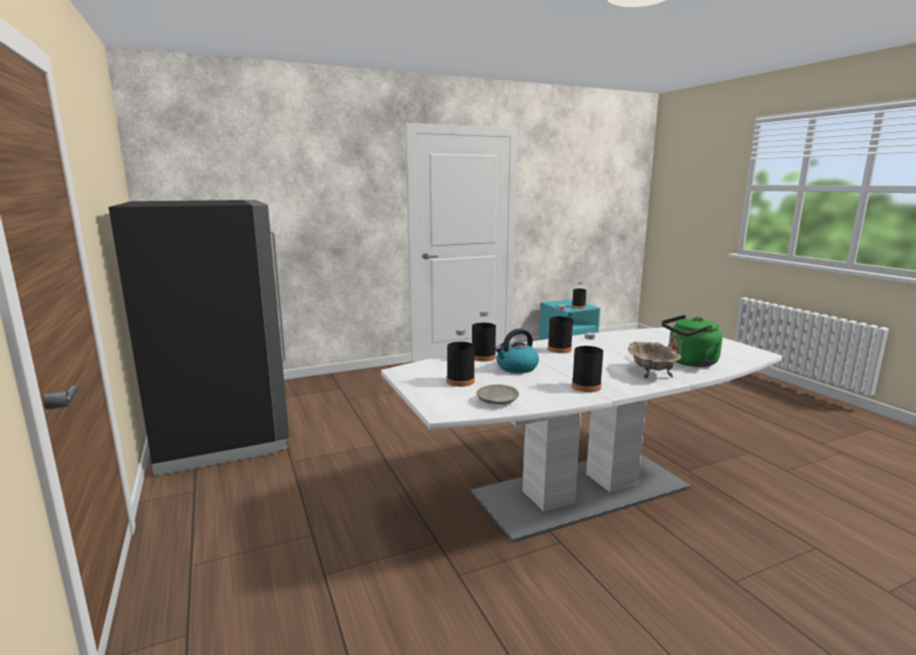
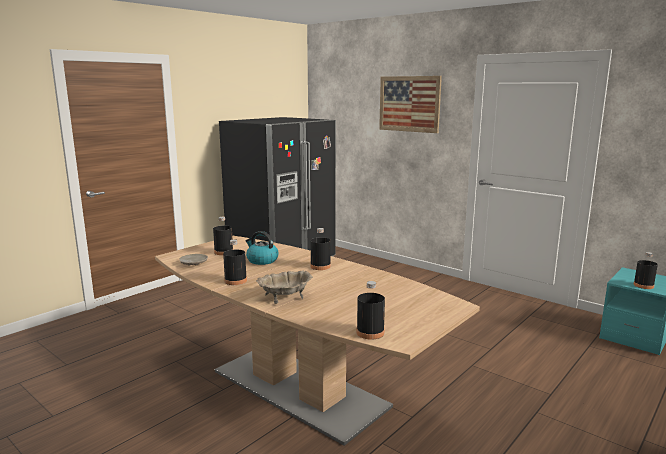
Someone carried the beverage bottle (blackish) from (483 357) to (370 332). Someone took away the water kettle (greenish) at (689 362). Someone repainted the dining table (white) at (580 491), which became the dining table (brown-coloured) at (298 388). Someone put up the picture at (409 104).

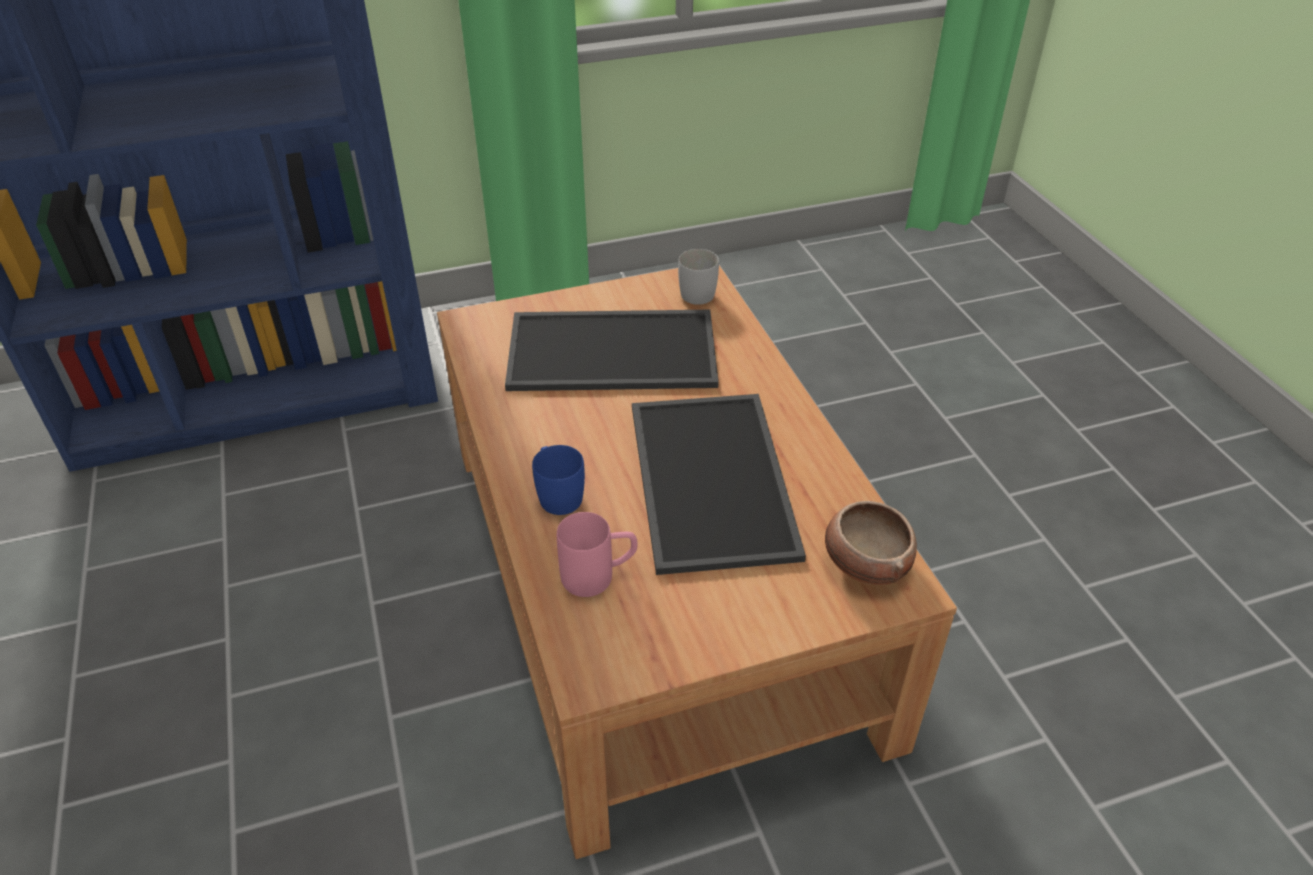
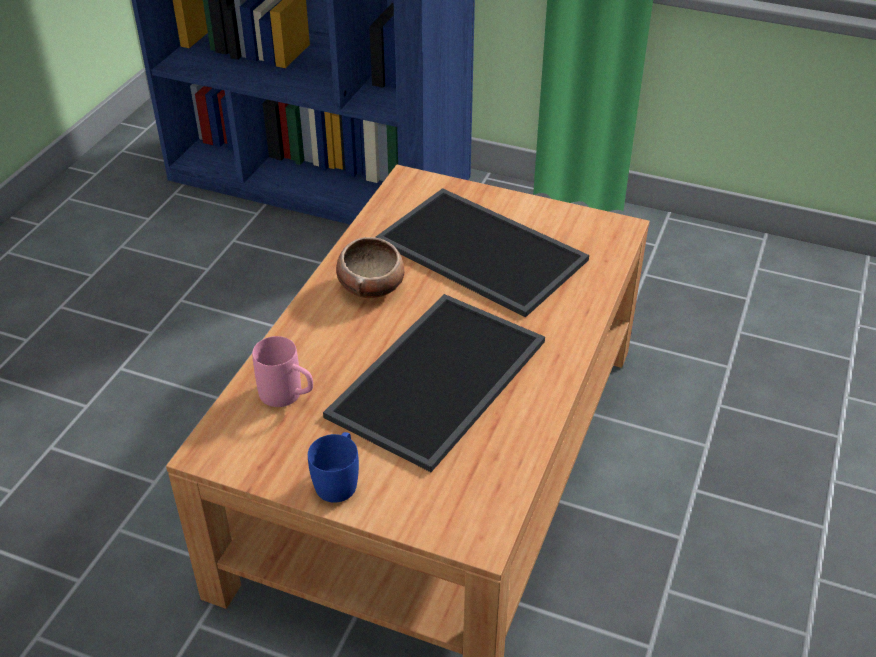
Someone took away the tea mug (white) at (695 291). Someone carried the tea mug (bluish) from (557 494) to (339 479). Someone carried the serving bowl from (865 562) to (371 285).

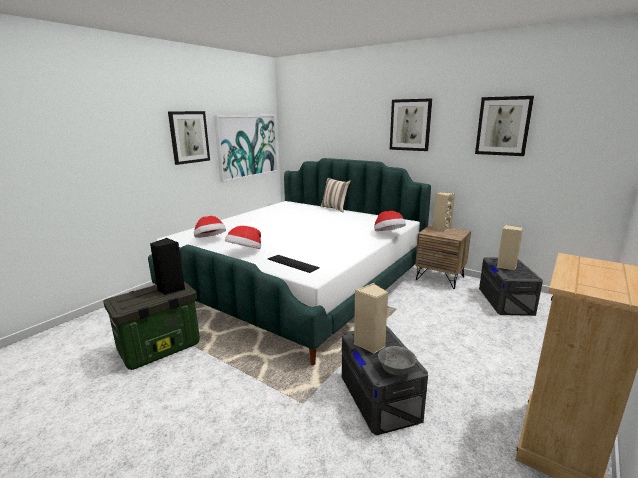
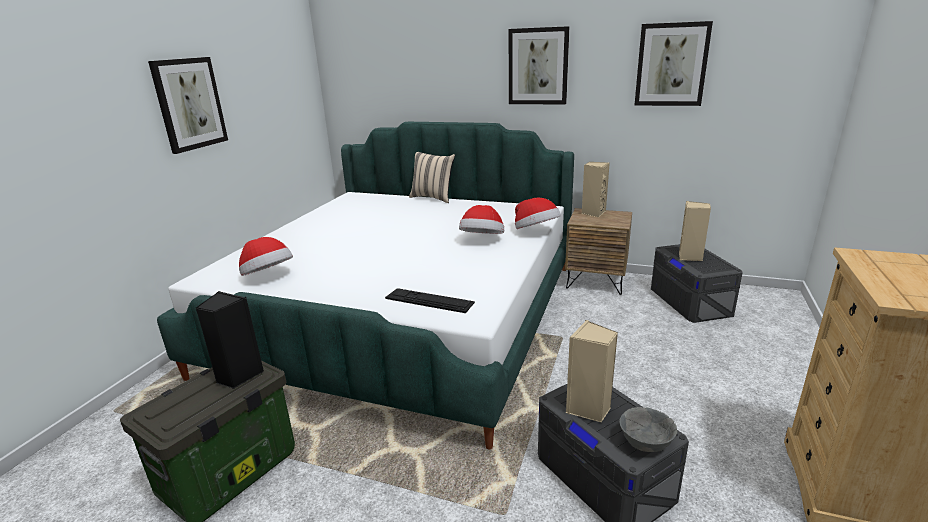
Someone took away the picture at (248 146). Someone carried the hat from (245 252) to (482 240).

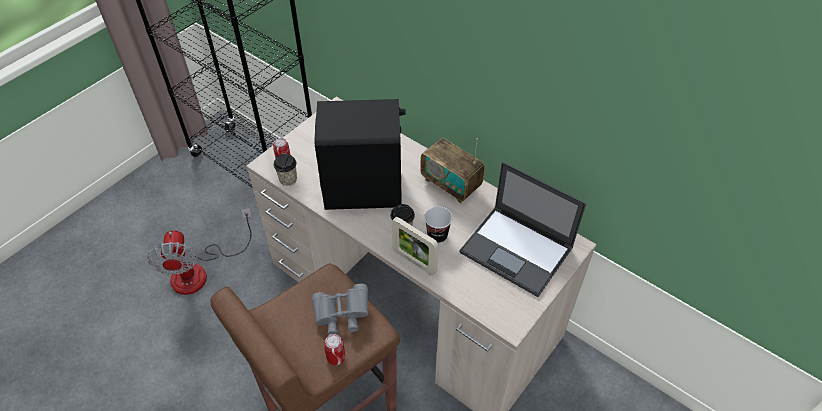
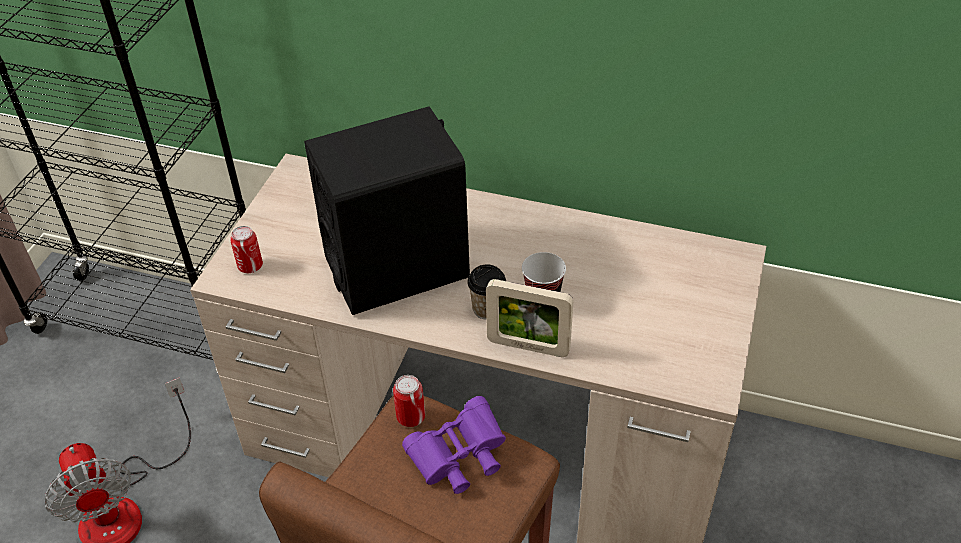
Someone took away the radio receiver at (451 184). Someone took away the drinking cup at (288 179). Someone took away the laptop at (517 250). Someone repainted the field glasses (grey) at (341 315), which became the field glasses (purple-coloured) at (459 459). Someone carried the sealed can from (336 357) to (411 417).

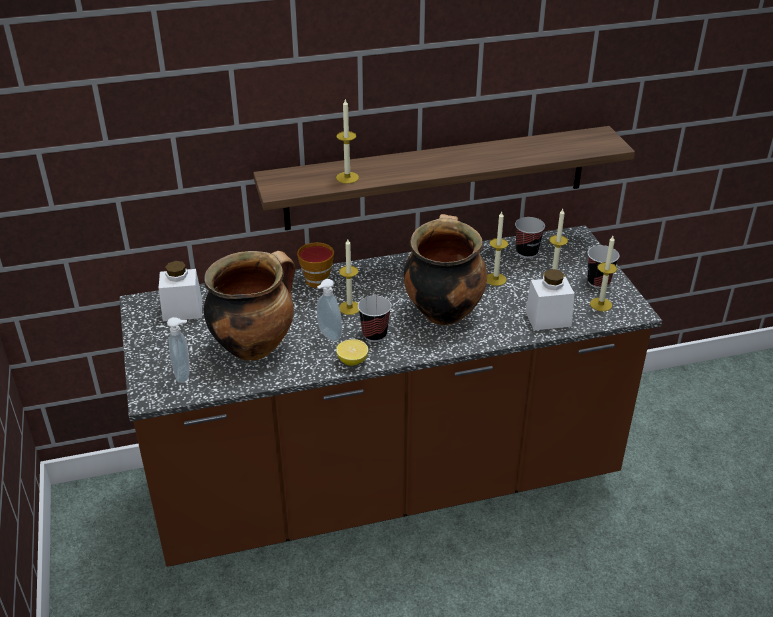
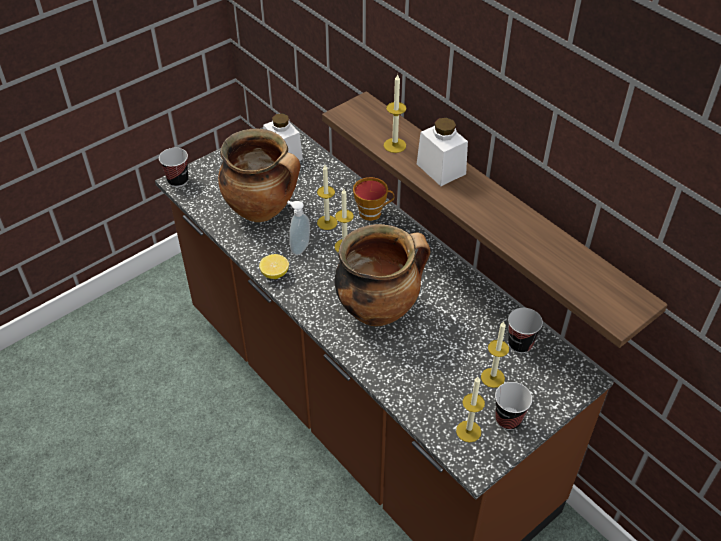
Someone carried the candle from (495 279) to (327 222). Someone carried the storage jar (white) from (548 319) to (441 169). Someone carried the drinking cup from (374 334) to (178 180). Someone took away the soap dispenser at (184 375).

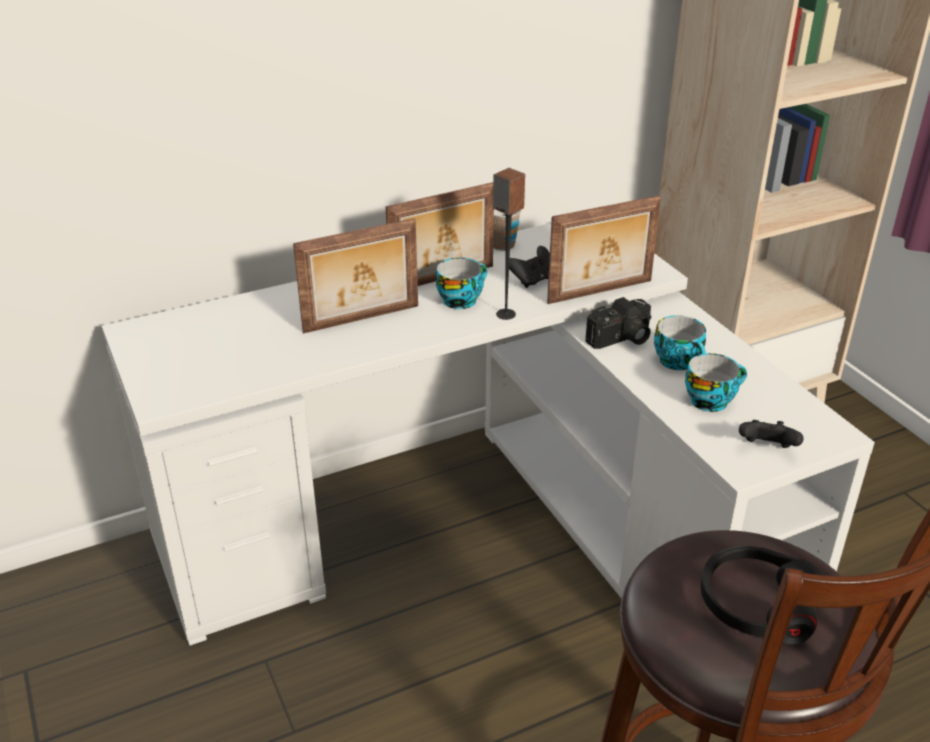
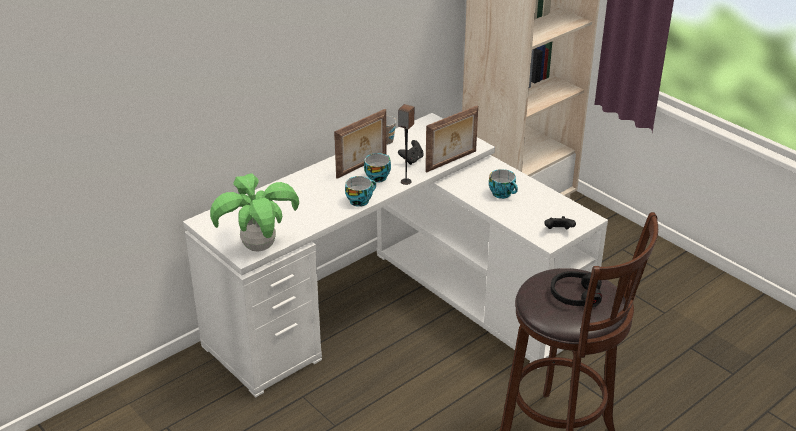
Someone took away the picture frame at (362 320). Someone took away the still camera at (621 339). Someone carried the drinking cup from (710 400) to (360 200). Someone put down the potted plant at (259 247).

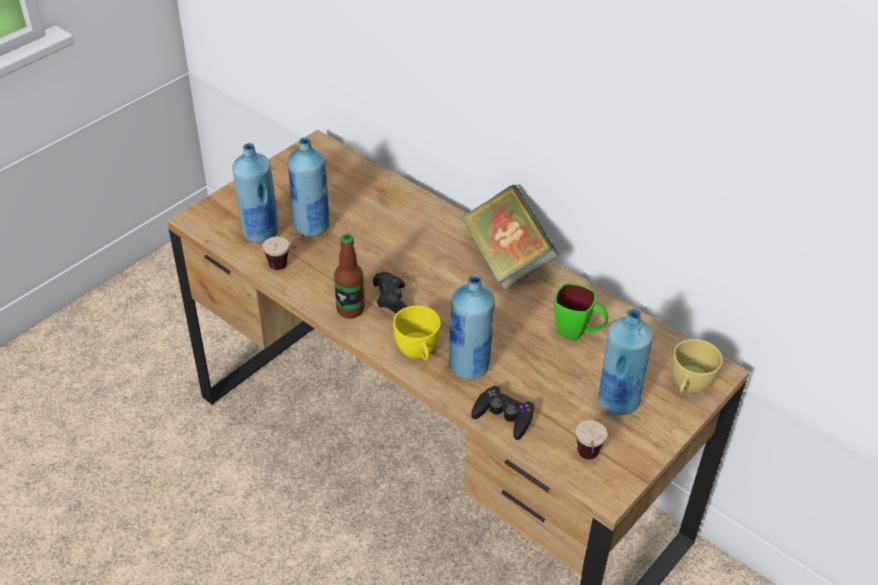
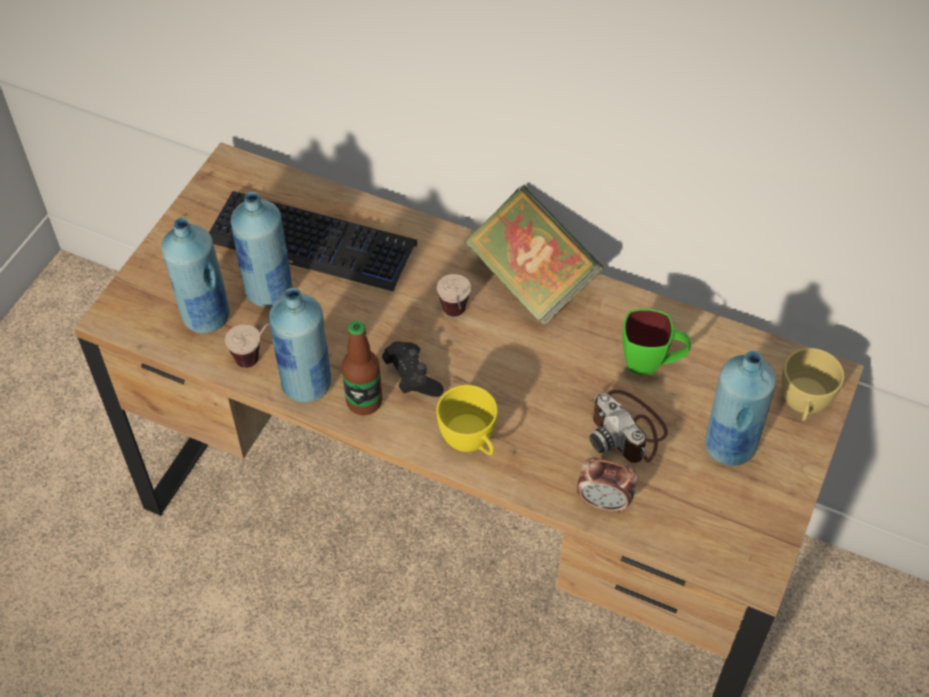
Someone carried the beverage bottle (bluish) from (469 367) to (307 385). Someone swapped the gamepad (blackish) at (504 416) for the bedside clock at (604 502). Someone carried the drinking cup from (587 461) to (456 319). Someone put down the keyboard at (312 243). Someone put down the still camera at (627 430).

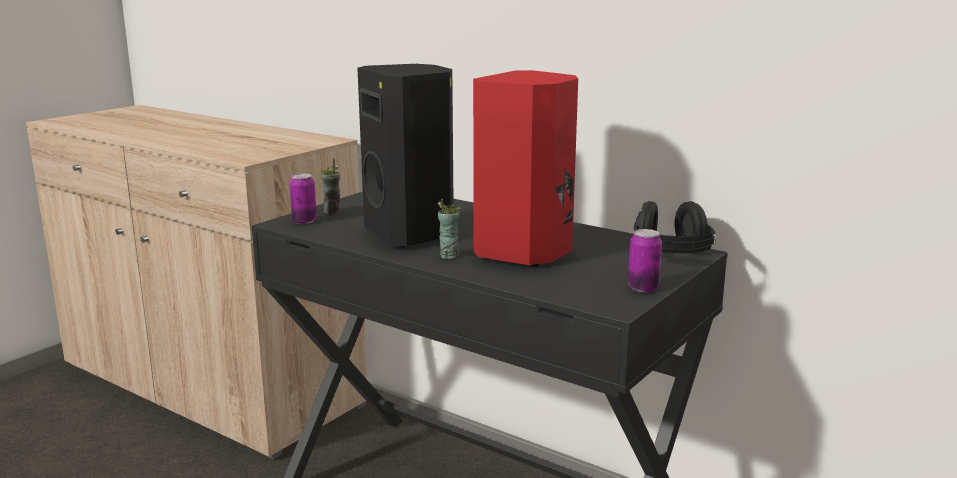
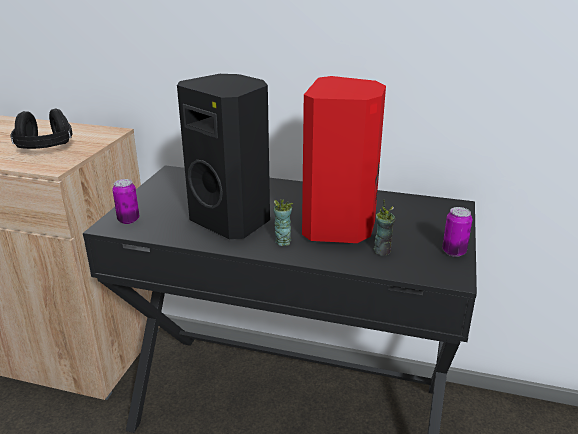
Someone carried the drinking cup from (332 211) to (382 251). Someone carried the headphones (blackish) from (671 256) to (46 149).

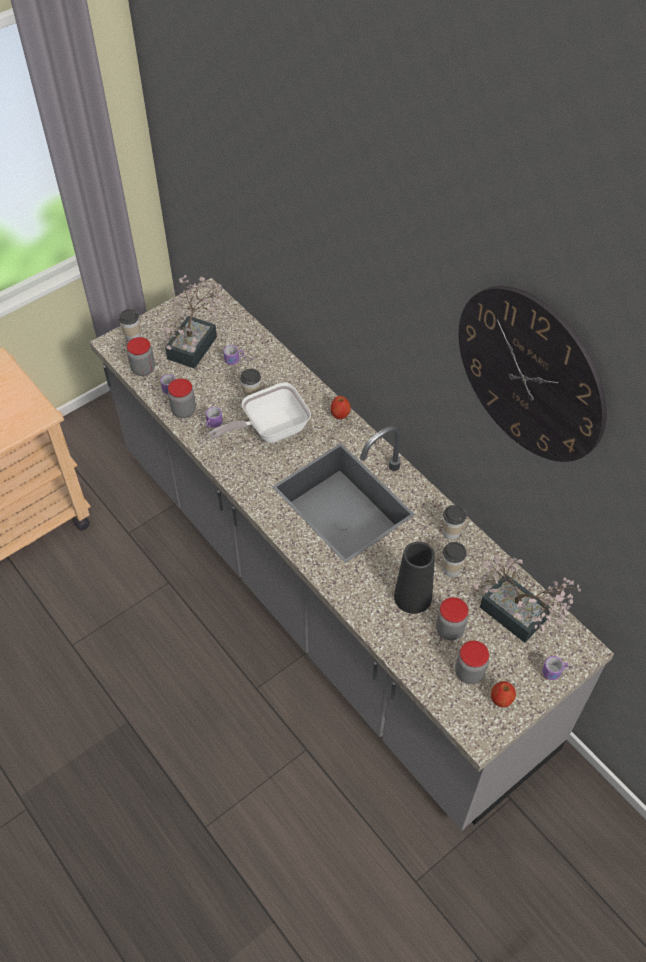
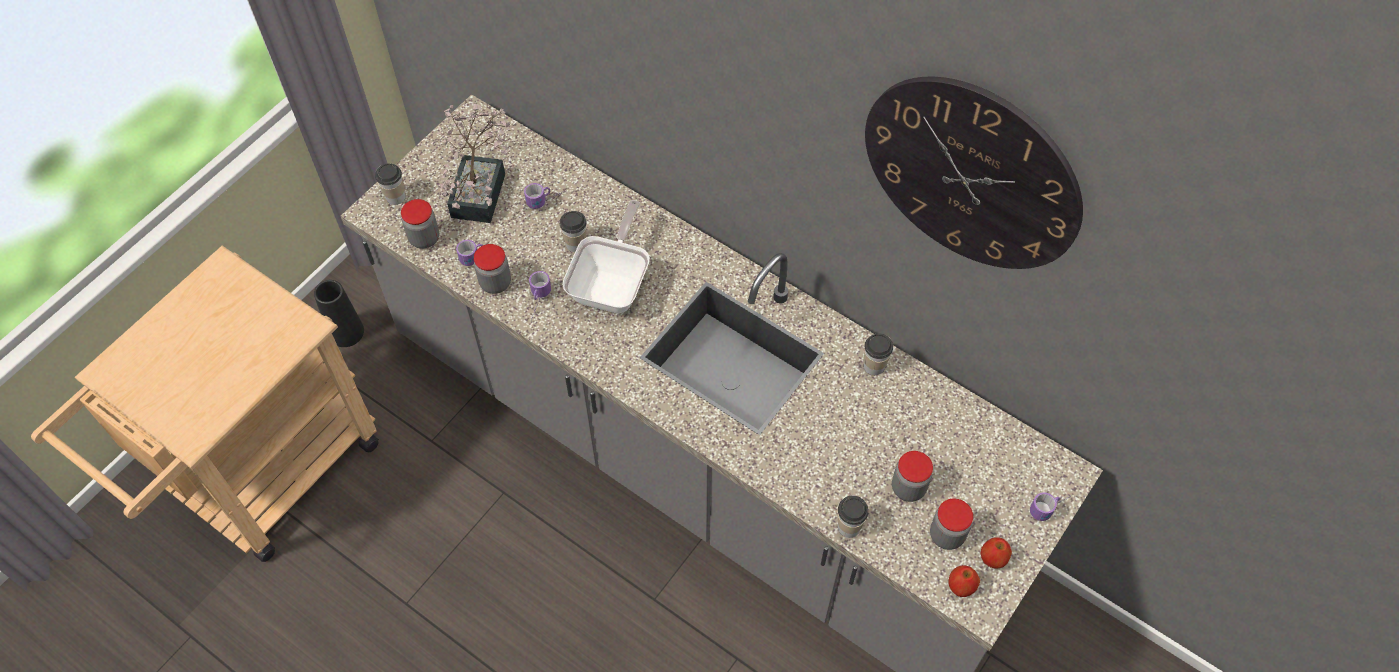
Someone rotated the pan at (269 430) by 150 degrees clockwise. Someone carried the whole apple from (340 415) to (961 587). Someone carried the flower vase (blackish) from (412 597) to (346 332). Someone carried the drinking cup from (451 569) to (849 527). Someone took away the potted plant at (519 618).

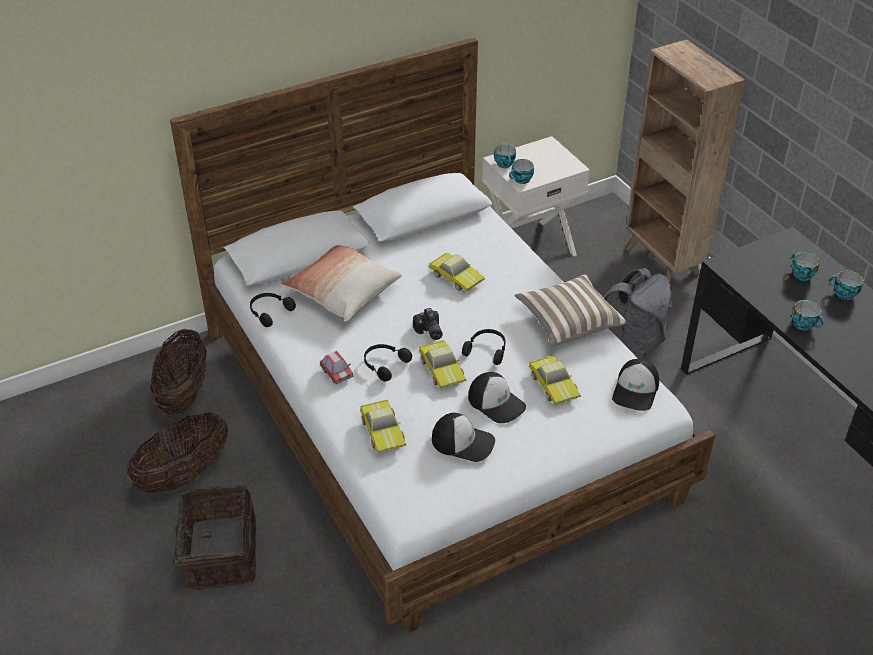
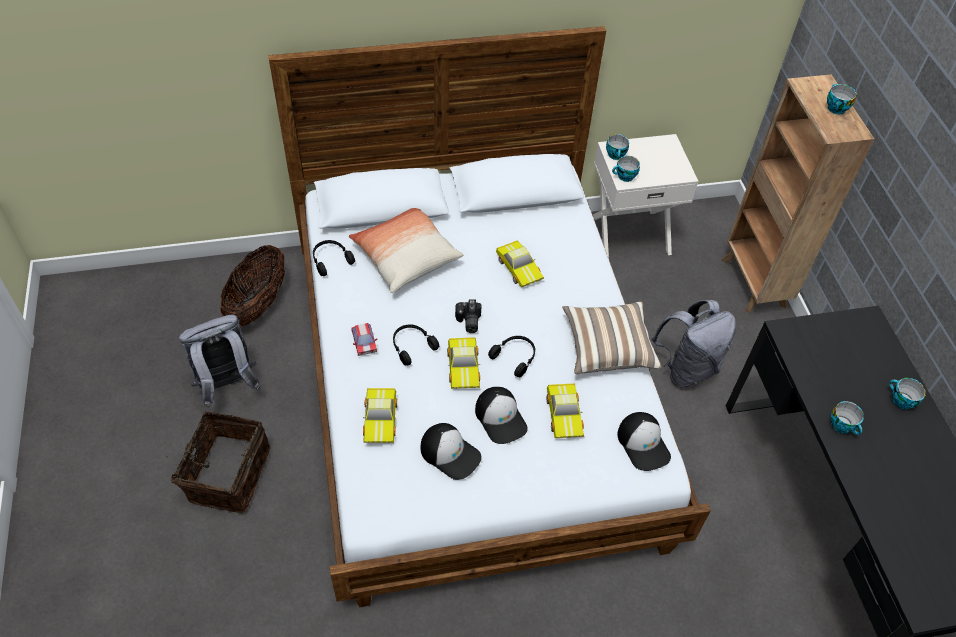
Someone carried the drinking cup from (800 274) to (835 107). Someone rotated the peaked cap at (636 390) by 60 degrees counterclockwise. Someone swapped the storage basket at (183 474) for the backpack (grey) at (227 385).

